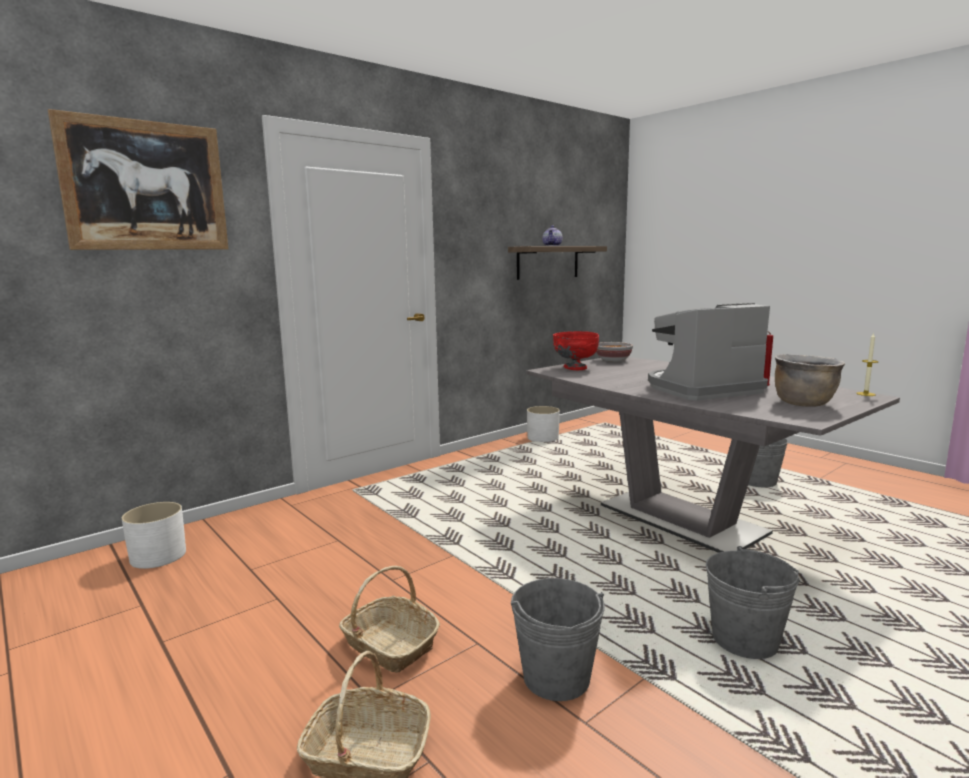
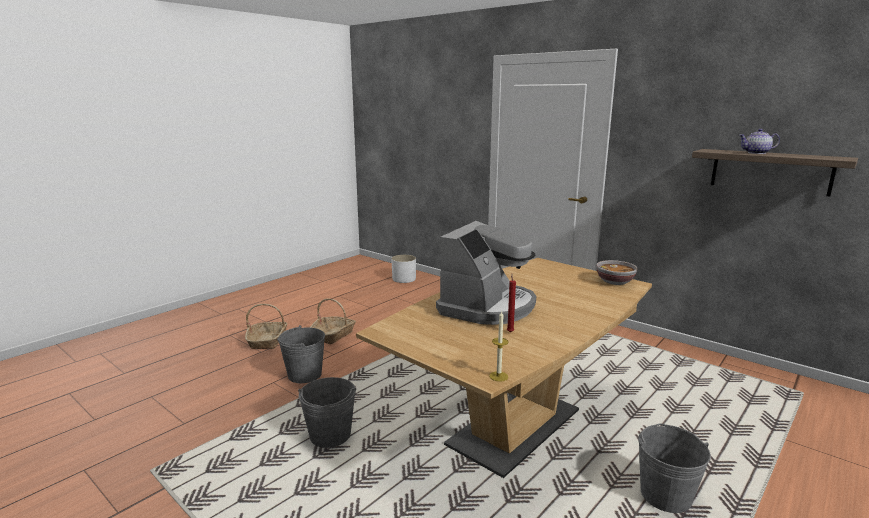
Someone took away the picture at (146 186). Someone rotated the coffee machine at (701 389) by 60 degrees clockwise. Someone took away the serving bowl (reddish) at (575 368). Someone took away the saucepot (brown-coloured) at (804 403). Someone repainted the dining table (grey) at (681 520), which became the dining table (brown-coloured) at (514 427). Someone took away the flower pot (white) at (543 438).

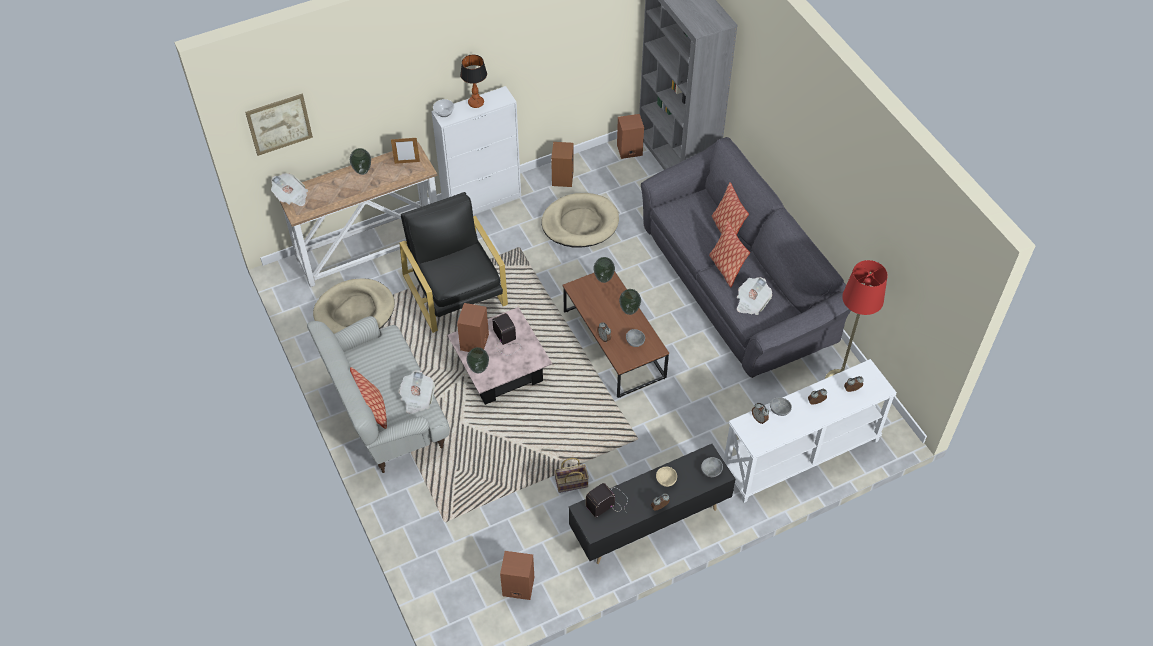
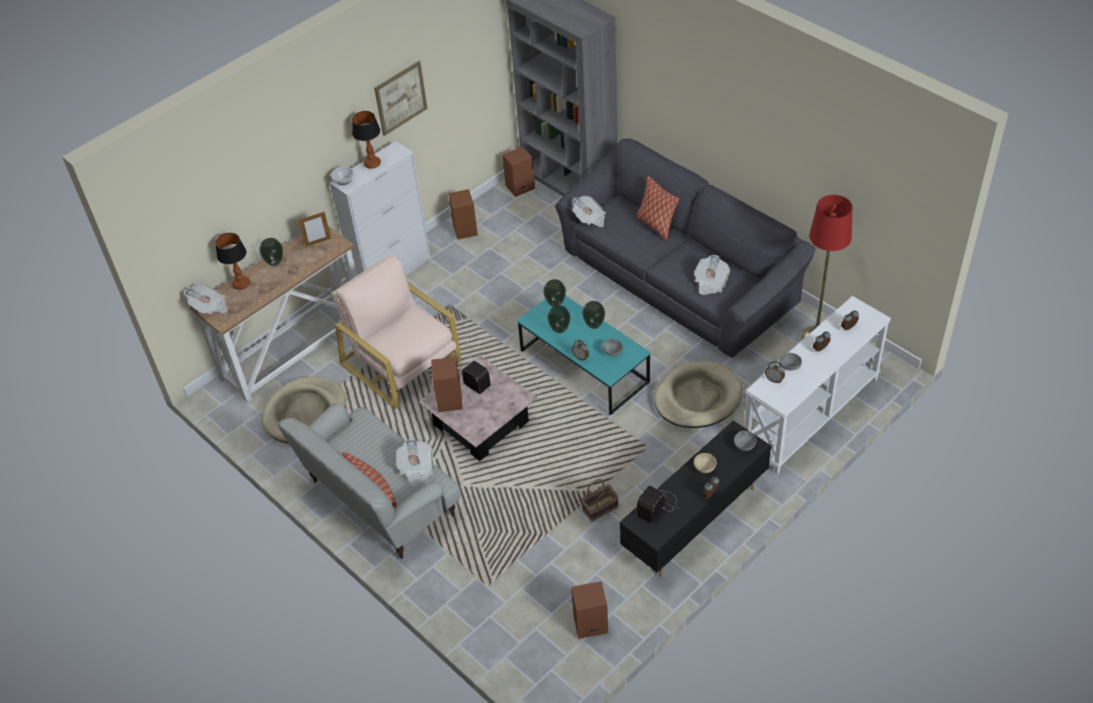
Someone carried the picture from (279 124) to (400 98). Someone repainted the lounge chair (blackish) at (455 290), which became the lounge chair (beige) at (401 363). Someone carried the dog bed (beige) from (580 223) to (697 398). Someone took away the cushion at (726 268). Someone repainted the lounge table (brown-coloured) at (613 344), which became the lounge table (turquoise) at (584 367). Someone carried the flower vase from (478 369) to (559 330). Someone put down the newspaper at (590 219). Someone put down the tabletop lamp at (241 284).

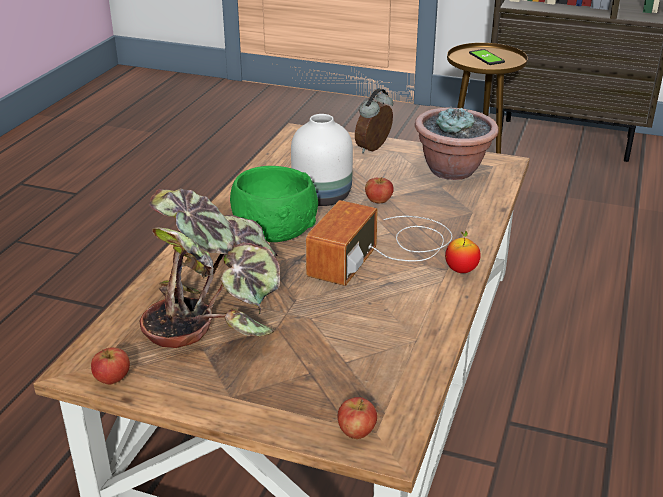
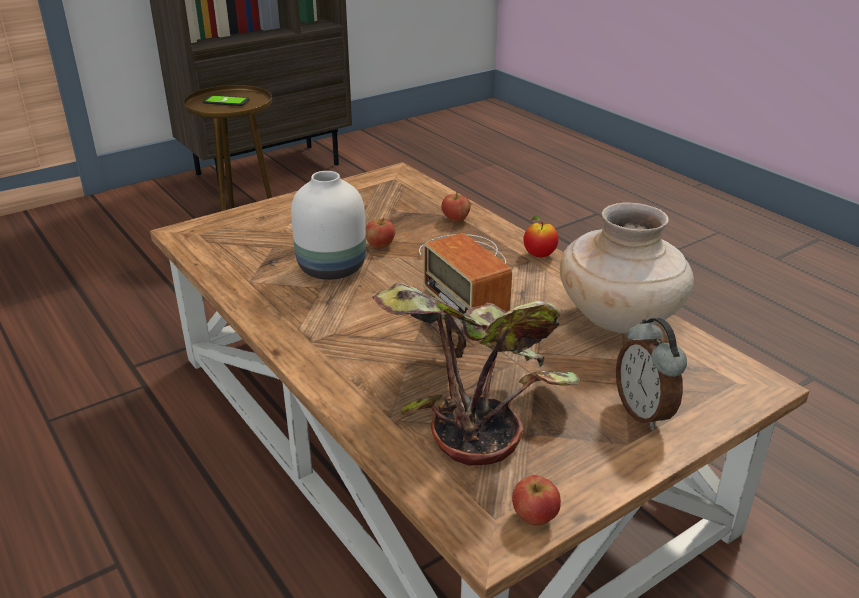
Someone carried the bedside clock from (374 149) to (644 412). Someone took away the potted plant at (453 170). Someone took away the serving bowl (greenish) at (275 230). Someone carried the whole apple from (356 432) to (455 219). Someone put down the flower vase (beige) at (620 319).

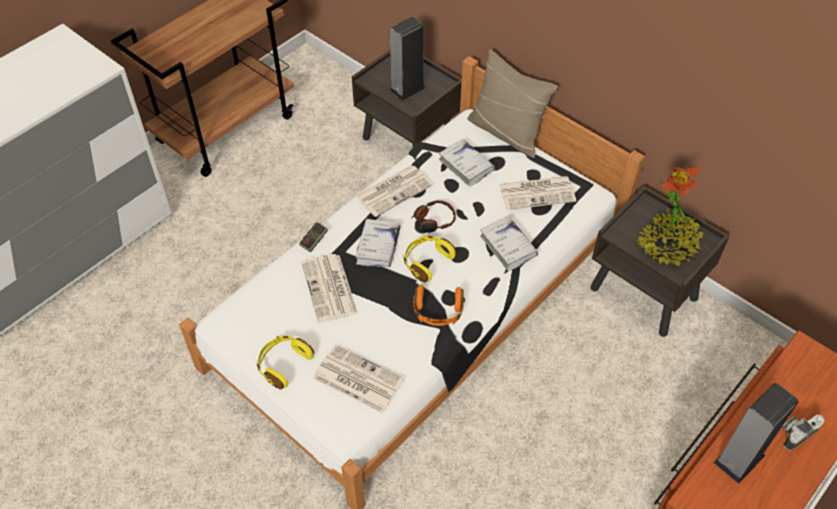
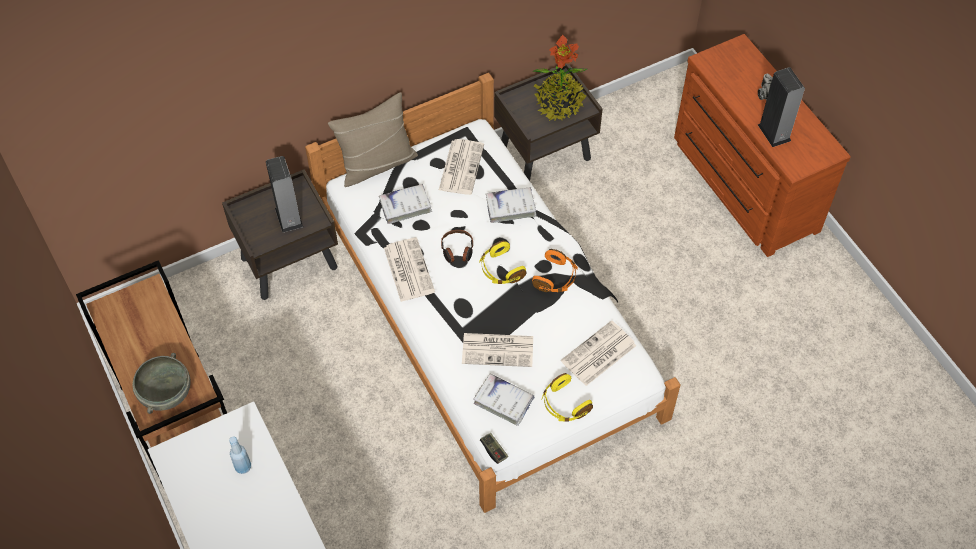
Someone carried the volume (white) from (378 247) to (503 402). Someone carried the gamepad from (314 240) to (494 450). Someone put down the serving bowl (grey) at (165 393). Someone put down the beverage bottle (bluish) at (243 467).

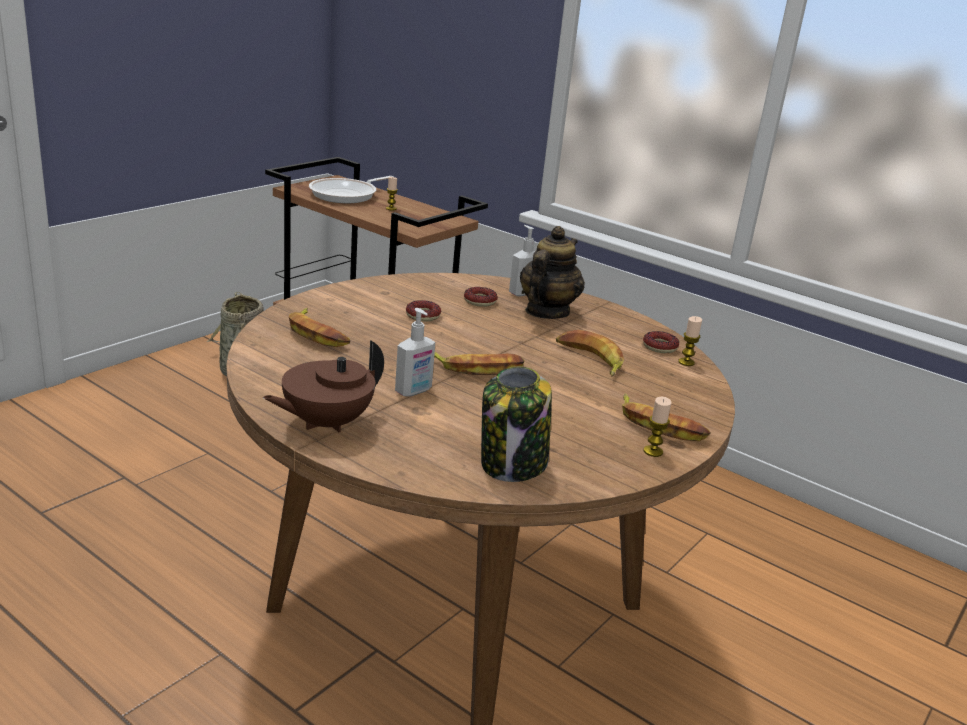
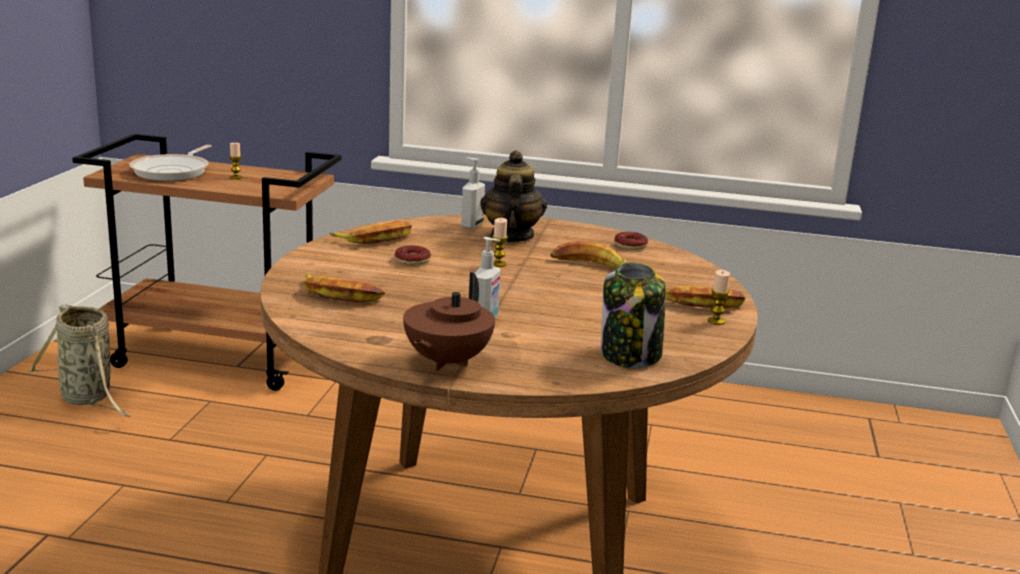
Someone took away the donut at (480 301). Someone carried the candle from (686 362) to (498 264). Someone carried the banana fruit from (479 368) to (375 239).

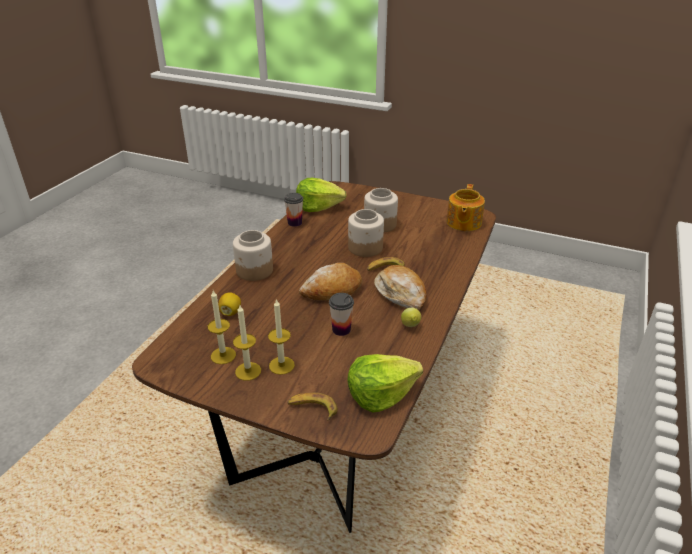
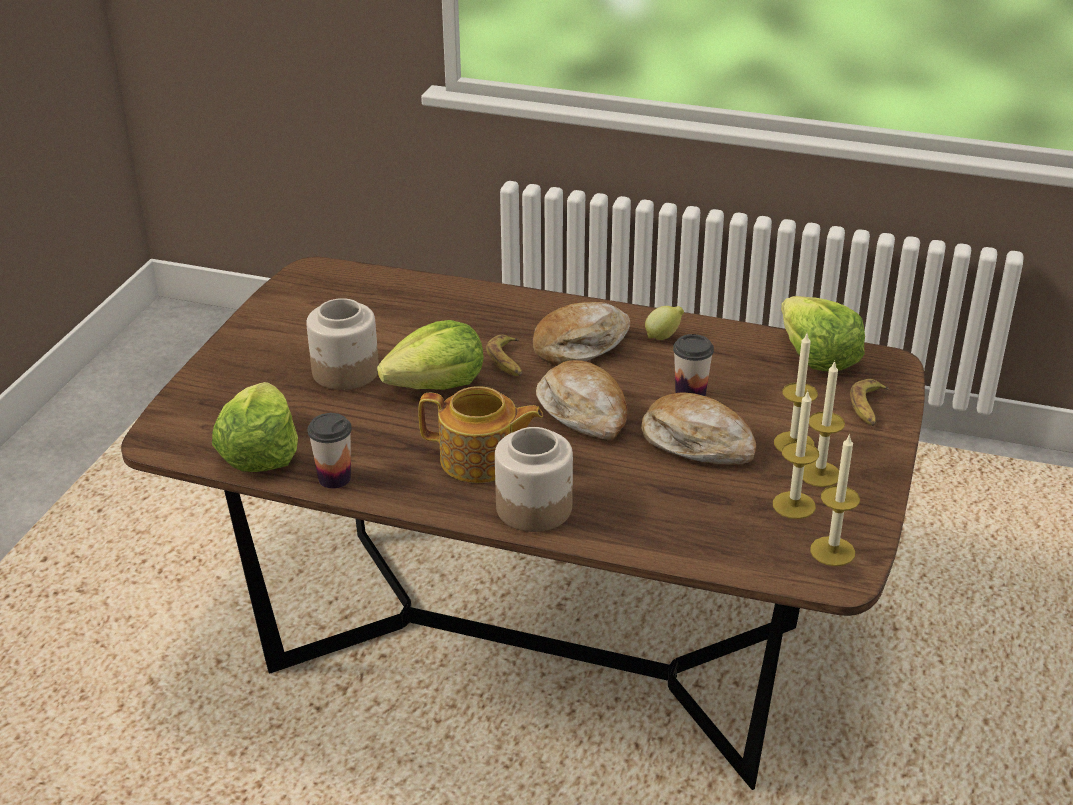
Someone carried the teapot from (463 223) to (481 460). Someone swapped the storage jar at (365 248) for the head of lettuce at (437 385). Someone took away the citrus fruit at (230 312). Someone put down the bakery bread at (697 443). Someone put down the candle at (832 551).

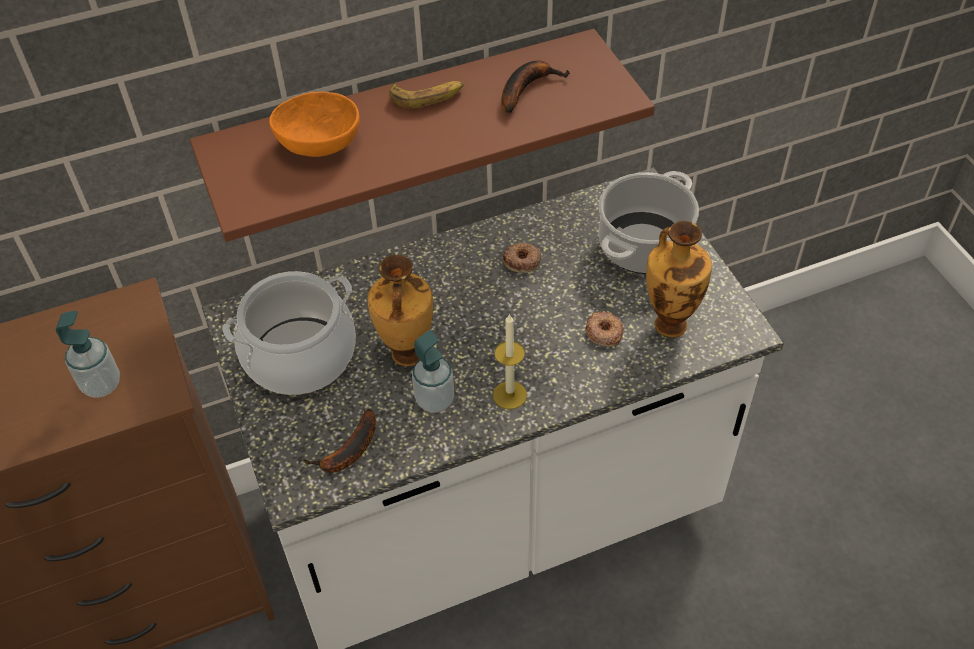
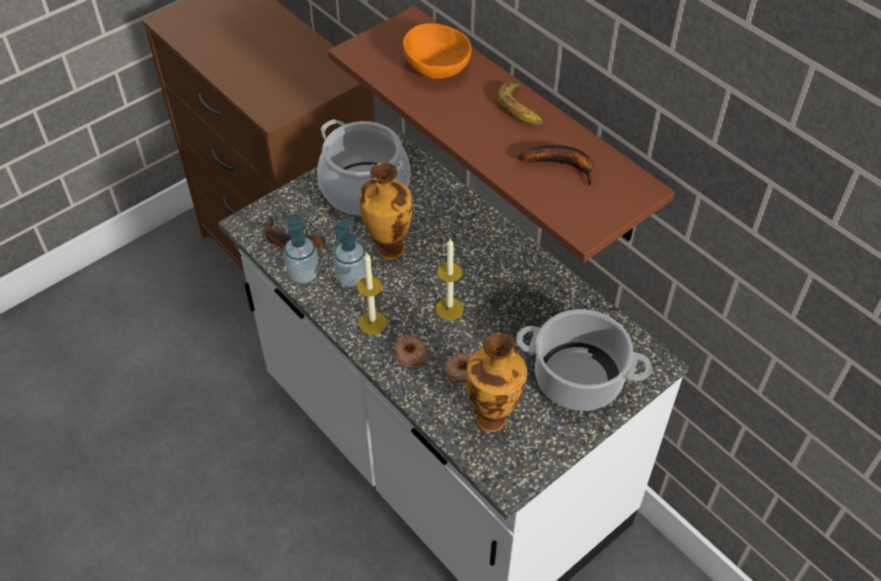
Someone carried the donut from (522 261) to (410 354). Someone carried the soap dispenser from (101 384) to (303 274). Someone put down the candle at (449 309).

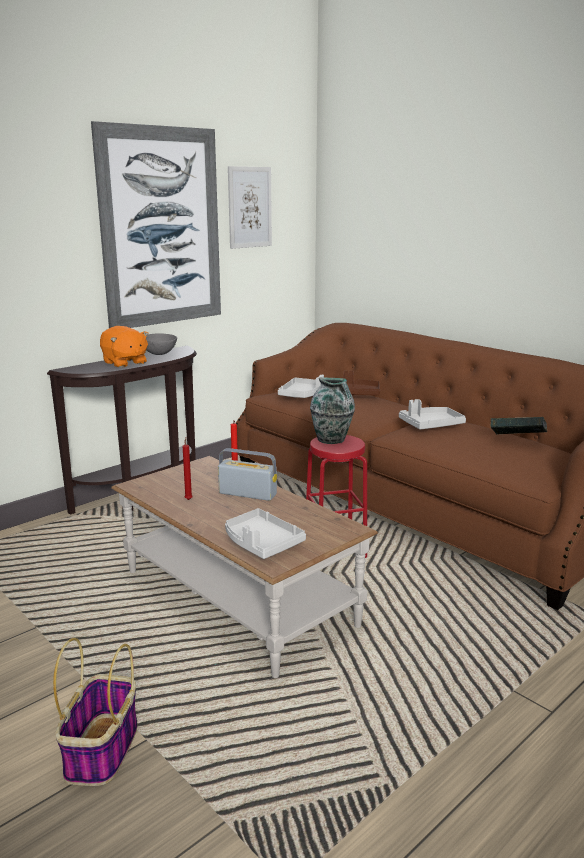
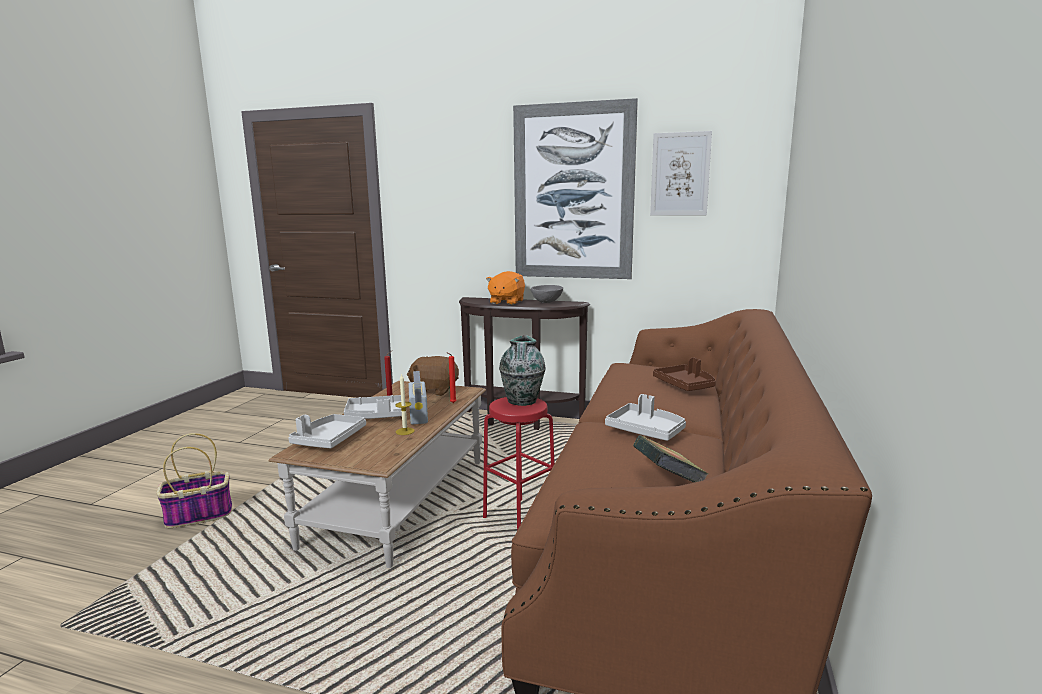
Someone carried the carrying tray (grey) from (302 395) to (376 416). Someone put down the cuddly toy (brown-coloured) at (434 390). Someone put down the candle at (405 431).

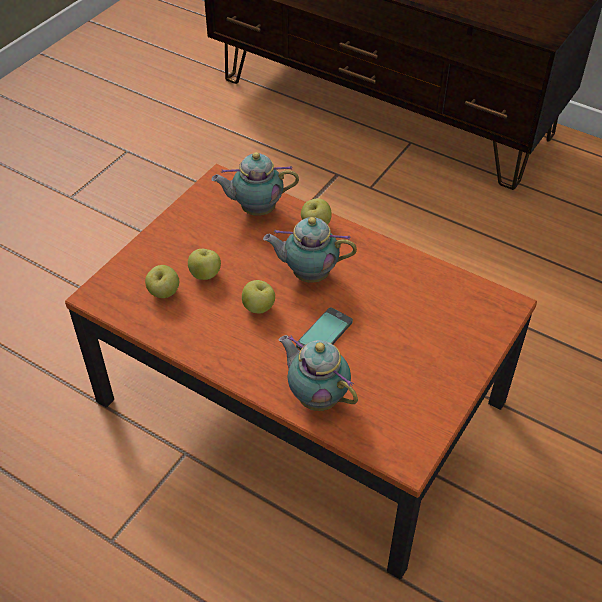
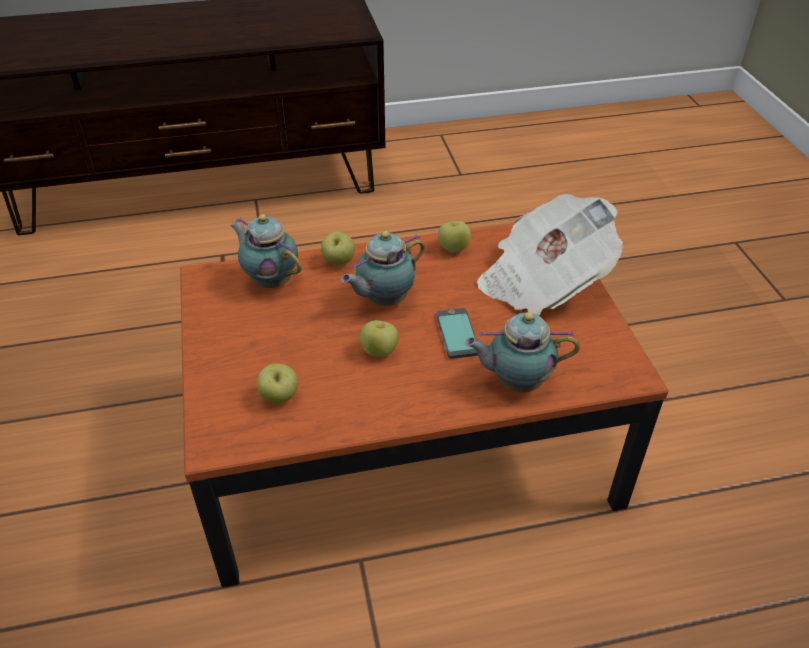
Someone rotated the teapot at (255 209) by 90 degrees clockwise. Someone carried the whole apple from (205 275) to (453 248). Someone put down the newspaper at (543 281).

